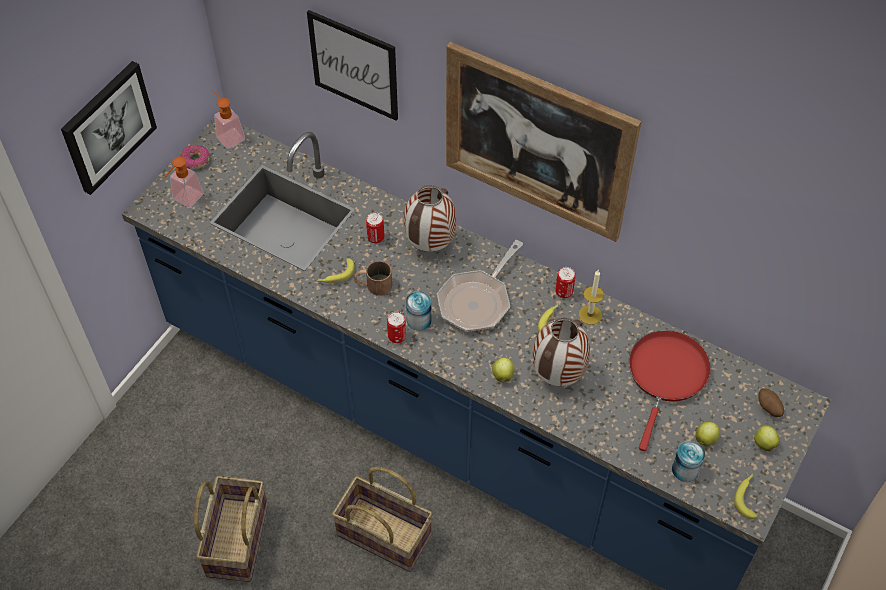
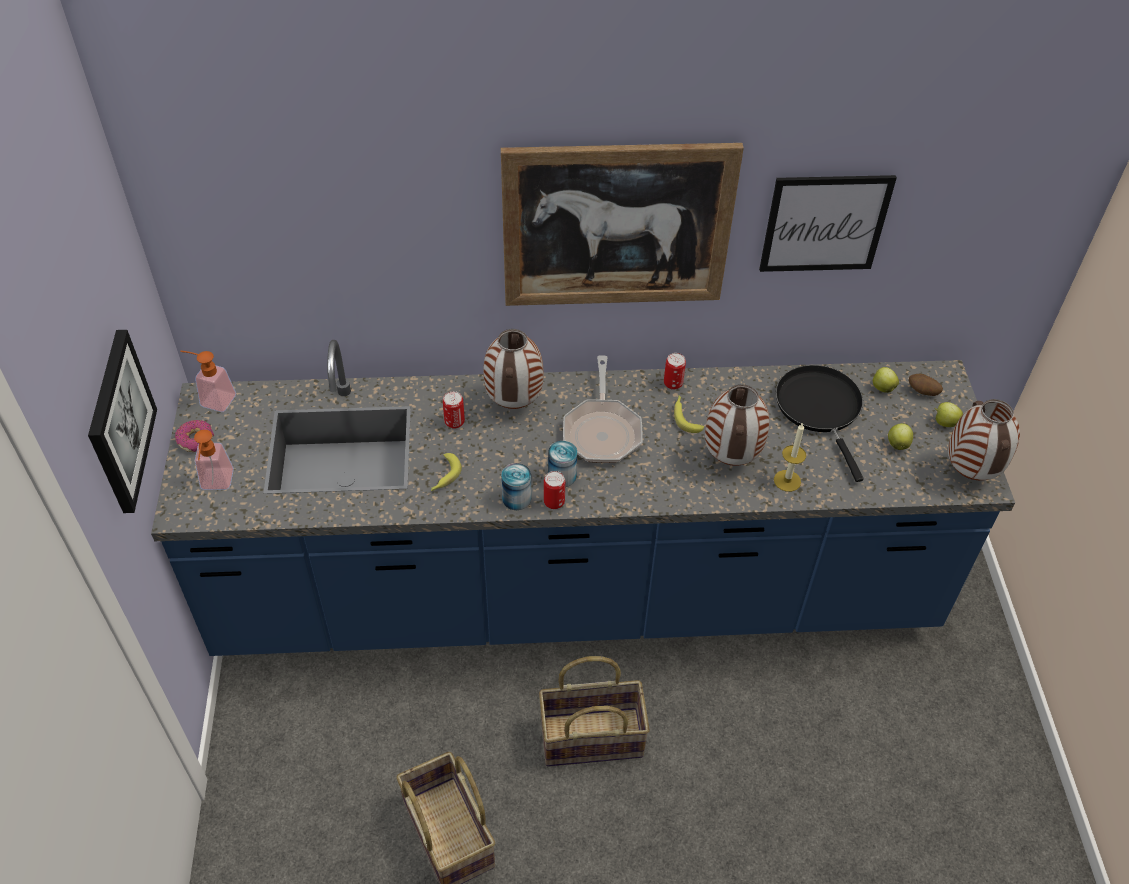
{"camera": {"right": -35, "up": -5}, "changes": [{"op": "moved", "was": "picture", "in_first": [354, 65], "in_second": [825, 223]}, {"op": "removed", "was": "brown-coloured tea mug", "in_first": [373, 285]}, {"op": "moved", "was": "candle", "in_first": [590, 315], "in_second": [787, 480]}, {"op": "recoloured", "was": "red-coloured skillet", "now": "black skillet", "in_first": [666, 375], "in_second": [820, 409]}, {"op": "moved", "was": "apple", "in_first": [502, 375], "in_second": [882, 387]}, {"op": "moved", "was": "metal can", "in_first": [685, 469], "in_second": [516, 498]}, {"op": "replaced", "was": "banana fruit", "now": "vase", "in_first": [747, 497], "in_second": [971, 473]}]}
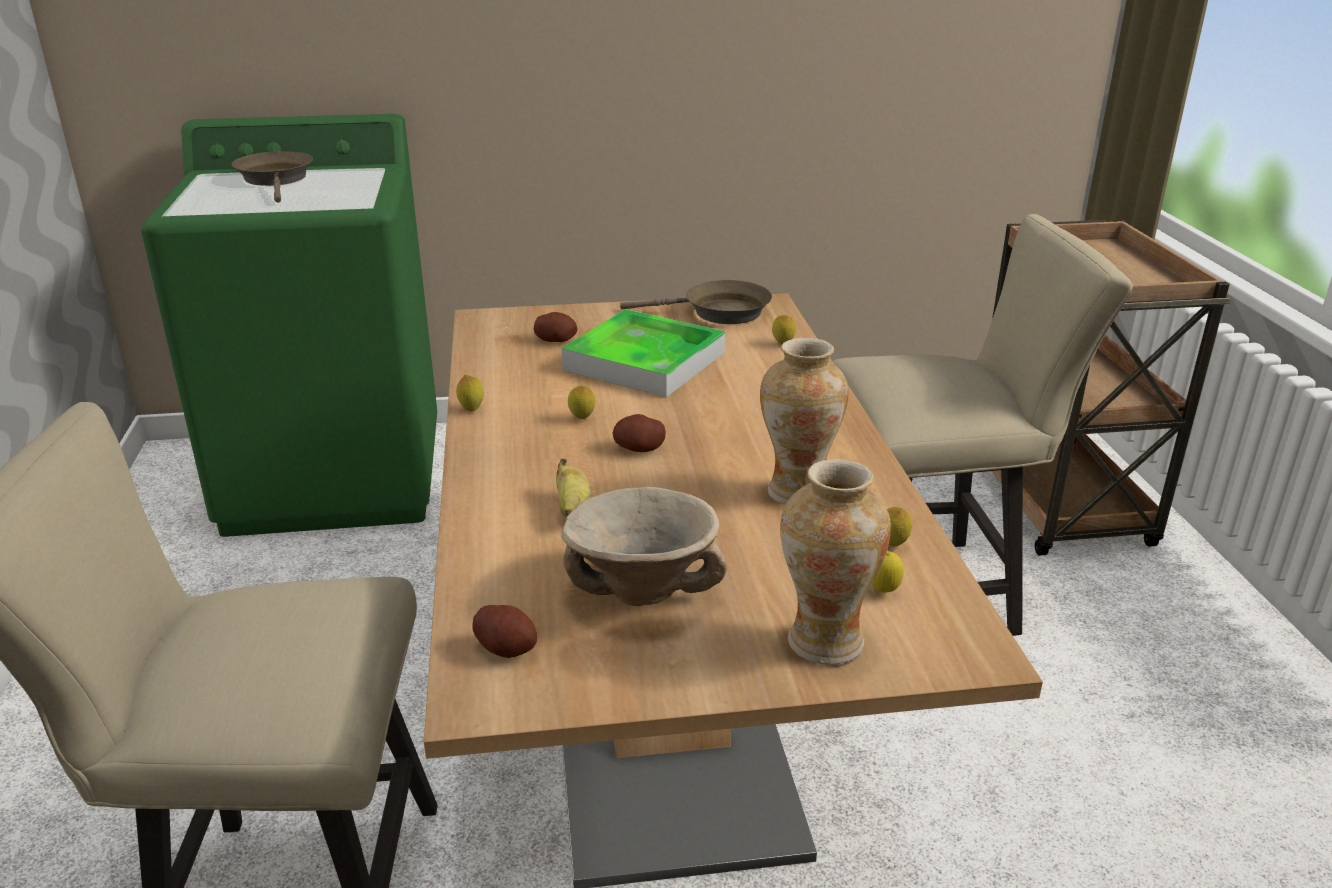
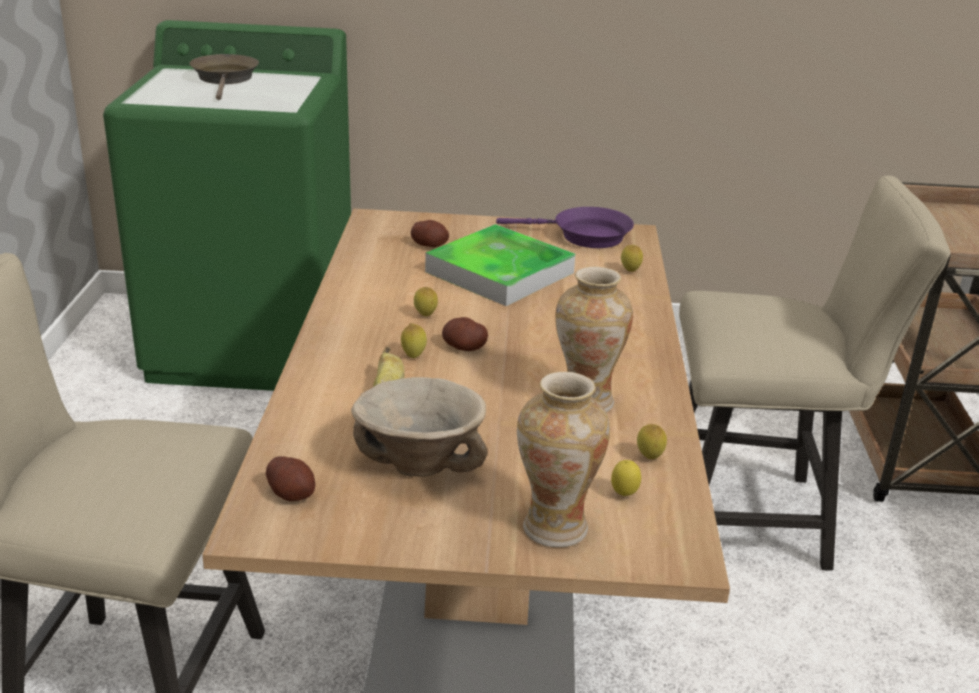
{"camera": {"right": 10, "up": 0}, "changes": [{"op": "recoloured", "was": "brown-coloured skillet", "now": "purple-coloured skillet", "in_first": [719, 312], "in_second": [584, 236]}, {"op": "moved", "was": "lemon", "in_first": [471, 409], "in_second": [413, 356]}]}
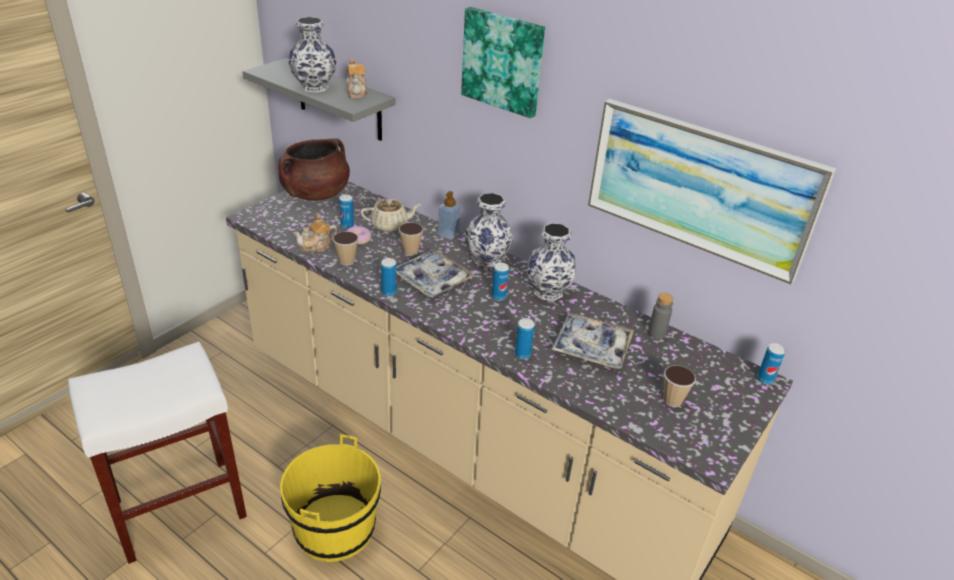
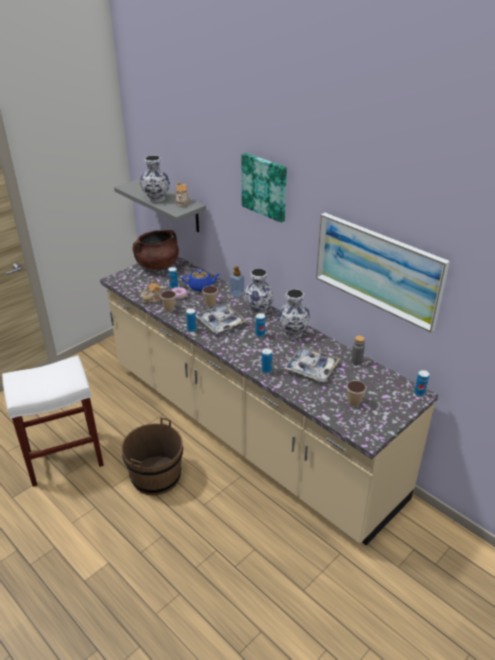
{"camera": {"right": 10, "up": 0}, "changes": [{"op": "recoloured", "was": "beige-coloured pot for tea", "now": "blue-coloured pot for tea", "in_first": [390, 225], "in_second": [201, 287]}, {"op": "recoloured", "was": "yellow pail", "now": "brown-coloured pail", "in_first": [334, 528], "in_second": [155, 476]}]}
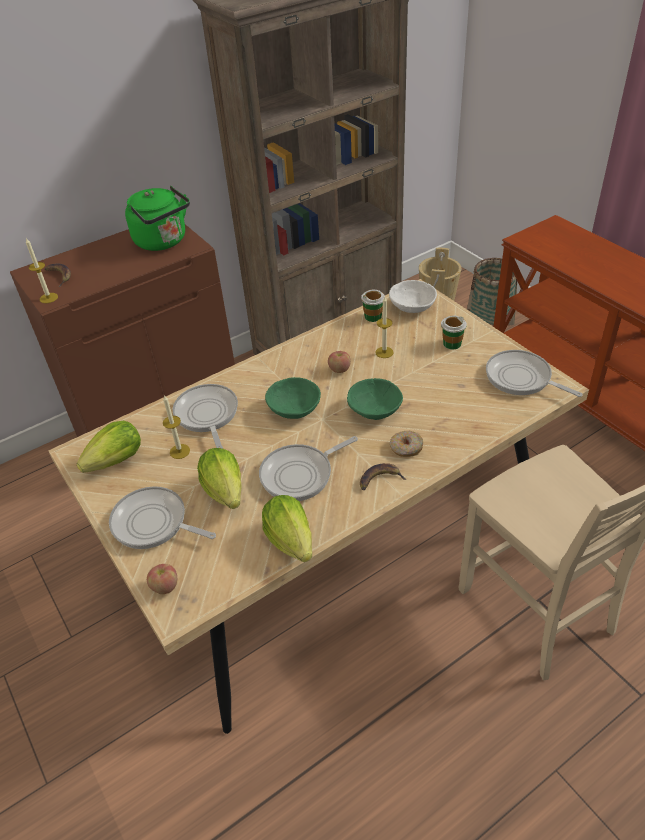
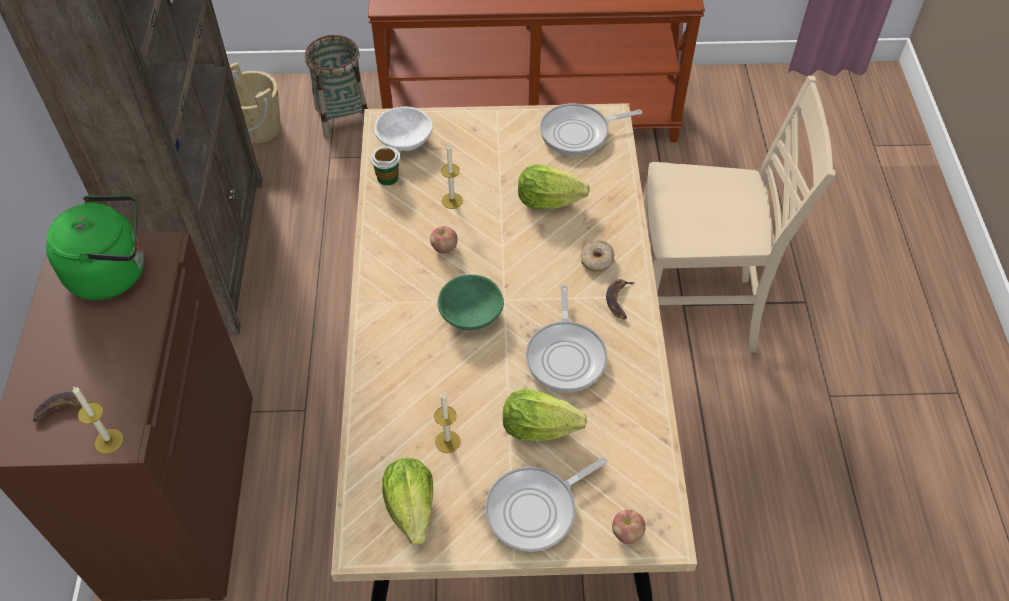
{"camera": {"right": -60, "up": 10}, "changes": [{"op": "removed", "was": "drinking cup", "in_first": [452, 343]}, {"op": "removed", "was": "green deep dish", "in_first": [374, 411]}, {"op": "removed", "was": "skillet", "in_first": [207, 415]}, {"op": "moved", "was": "lettuce", "in_first": [290, 540], "in_second": [548, 200]}]}
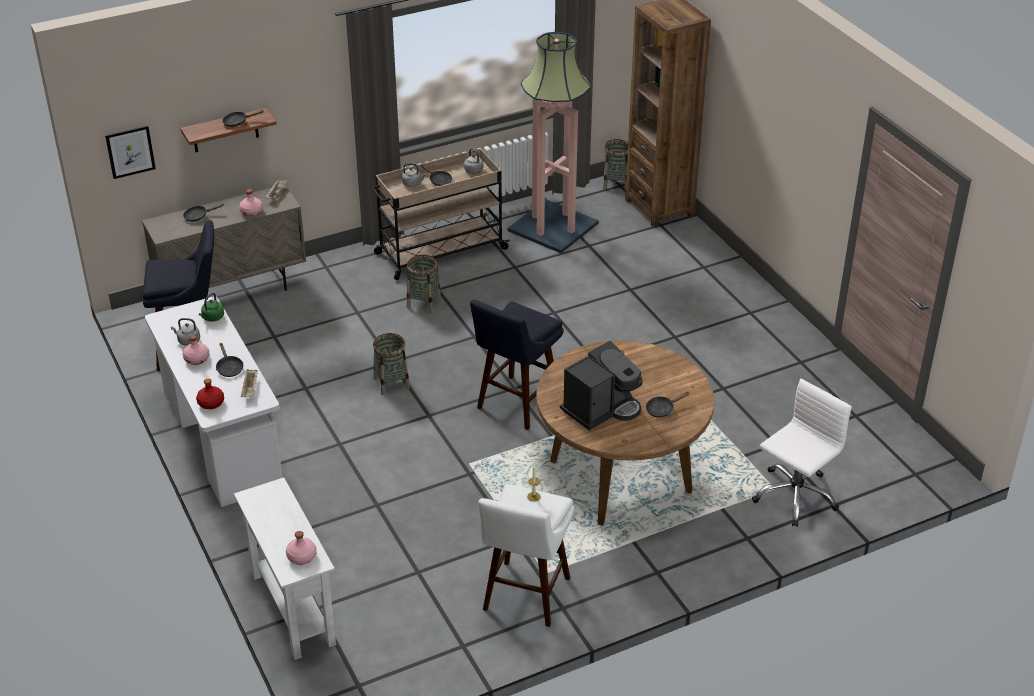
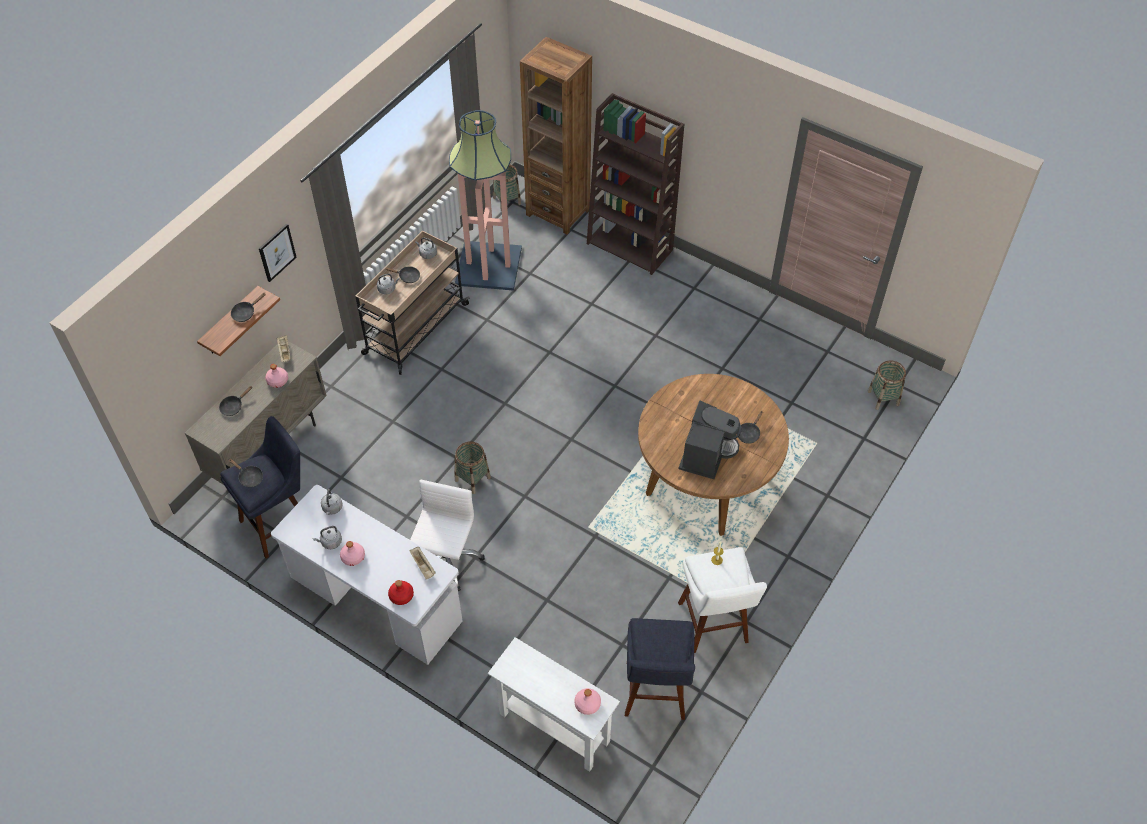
{"camera": {"right": -30, "up": 15}, "changes": [{"op": "moved", "was": "picture", "in_first": [130, 151], "in_second": [277, 252]}, {"op": "moved", "was": "storage basket", "in_first": [423, 302], "in_second": [883, 398]}, {"op": "recoloured", "was": "green water kettle", "now": "gray water kettle", "in_first": [212, 318], "in_second": [332, 508]}, {"op": "moved", "was": "blue-coloured stool", "in_first": [515, 405], "in_second": [655, 695]}, {"op": "moved", "was": "black skillet", "in_first": [229, 368], "in_second": [249, 477]}, {"op": "moved", "was": "white computer chair", "in_first": [794, 496], "in_second": [446, 560]}, {"op": "added", "now": "brown-coloured bookcase", "in_second": [630, 246]}]}
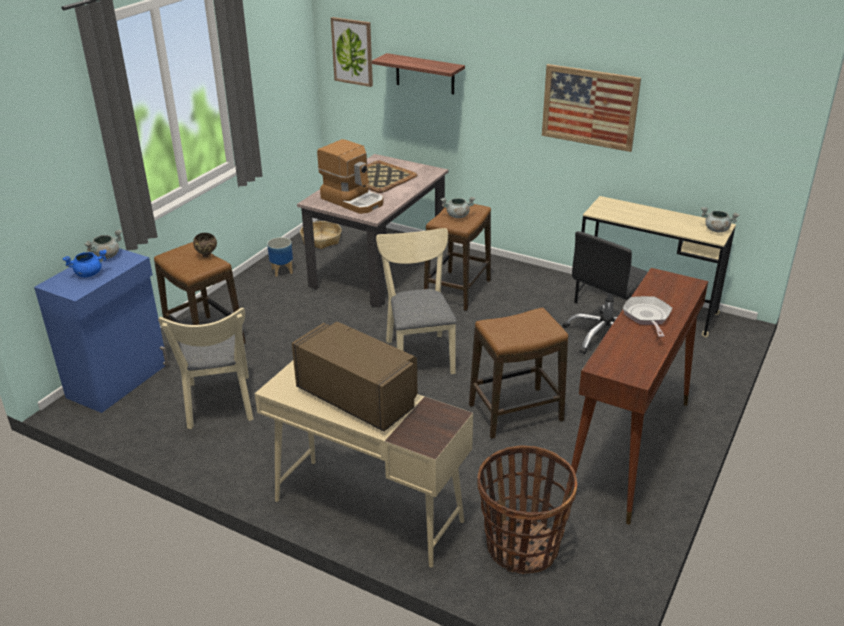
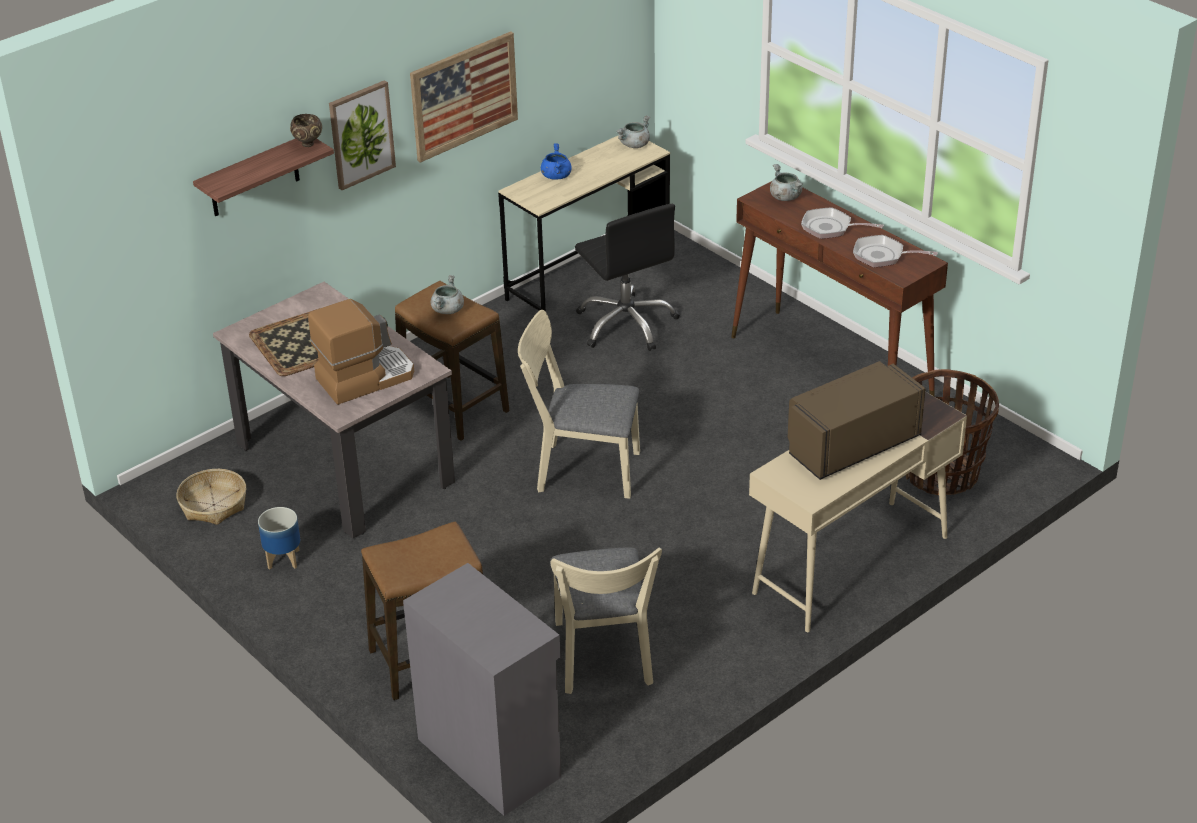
{"camera": {"right": -70, "up": 5}, "changes": [{"op": "moved", "was": "picture", "in_first": [352, 51], "in_second": [361, 134]}, {"op": "moved", "was": "gray stockpot", "in_first": [106, 256], "in_second": [785, 197]}, {"op": "moved", "was": "brown-coloured deep dish", "in_first": [207, 255], "in_second": [308, 144]}, {"op": "recoloured", "was": "blue-coloured cabinet", "now": "gray cabinet", "in_first": [119, 380], "in_second": [490, 756]}, {"op": "moved", "was": "blue-coloured stockpot", "in_first": [89, 273], "in_second": [556, 176]}, {"op": "turned", "was": "beige-coloured chair", "in_first": [220, 406], "in_second": [603, 659], "clockwise": 75}, {"op": "removed", "was": "stool", "in_first": [515, 413]}, {"op": "added", "now": "skillet", "in_second": [882, 256]}]}
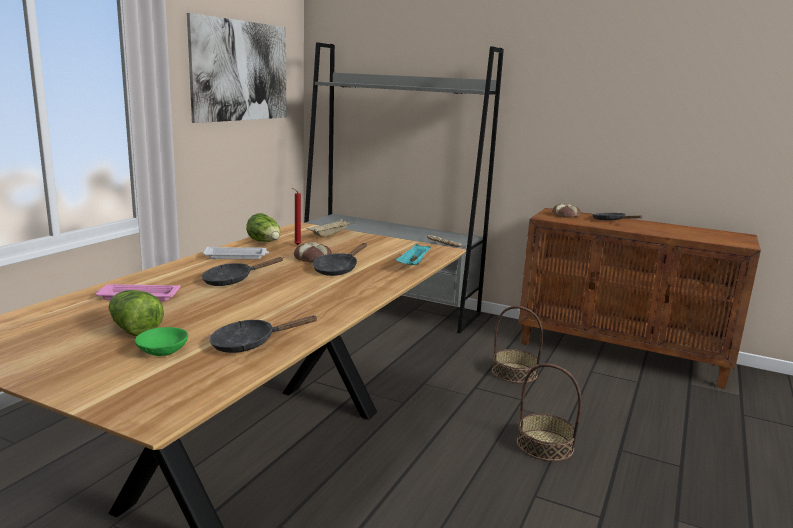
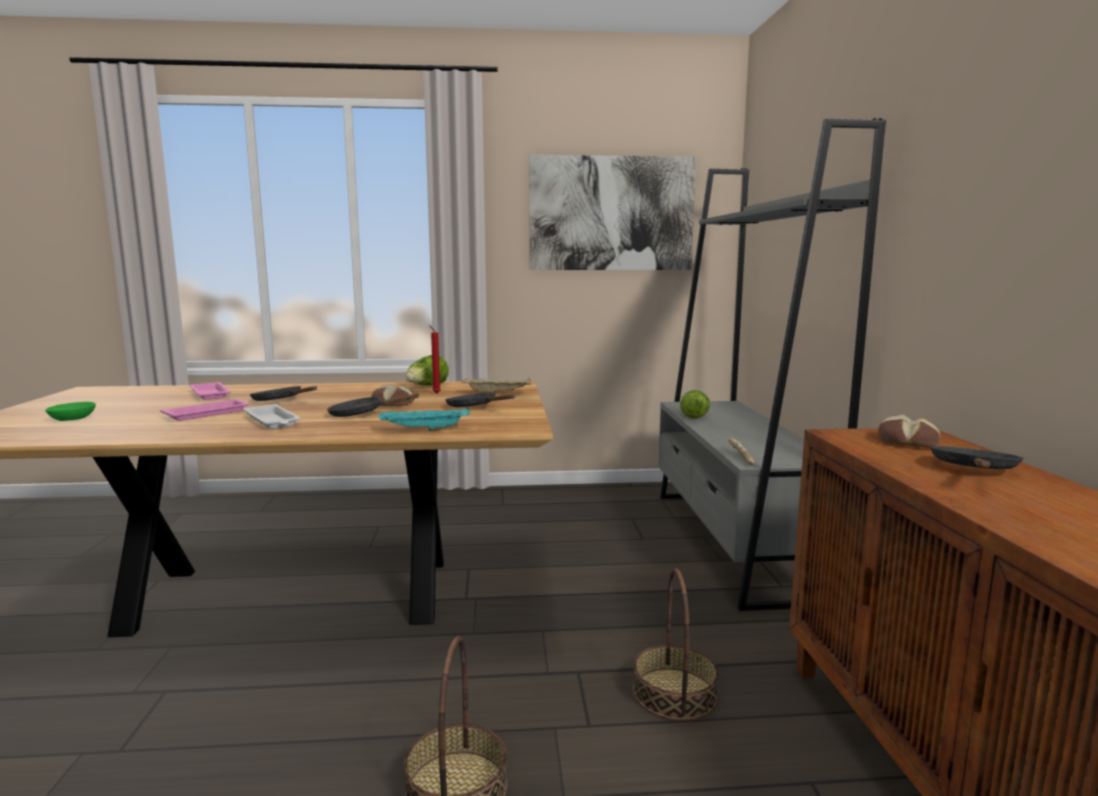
{"camera": {"right": 60, "up": -5}, "changes": [{"op": "moved", "was": "white carrying tray", "in_first": [237, 256], "in_second": [272, 421]}, {"op": "moved", "was": "lettuce", "in_first": [134, 328], "in_second": [694, 415]}, {"op": "moved", "was": "black skillet", "in_first": [249, 344], "in_second": [475, 407]}, {"op": "added", "now": "pink carrying tray", "in_second": [208, 414]}]}
